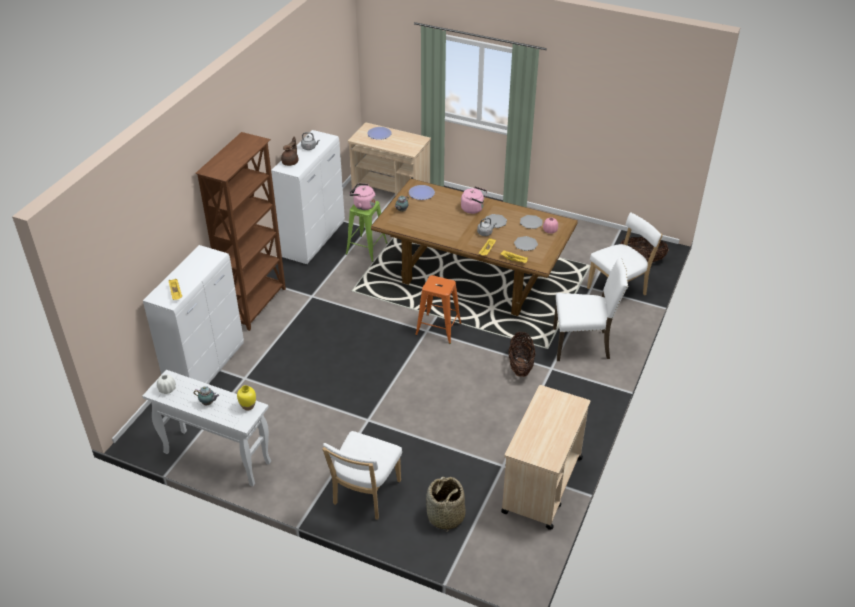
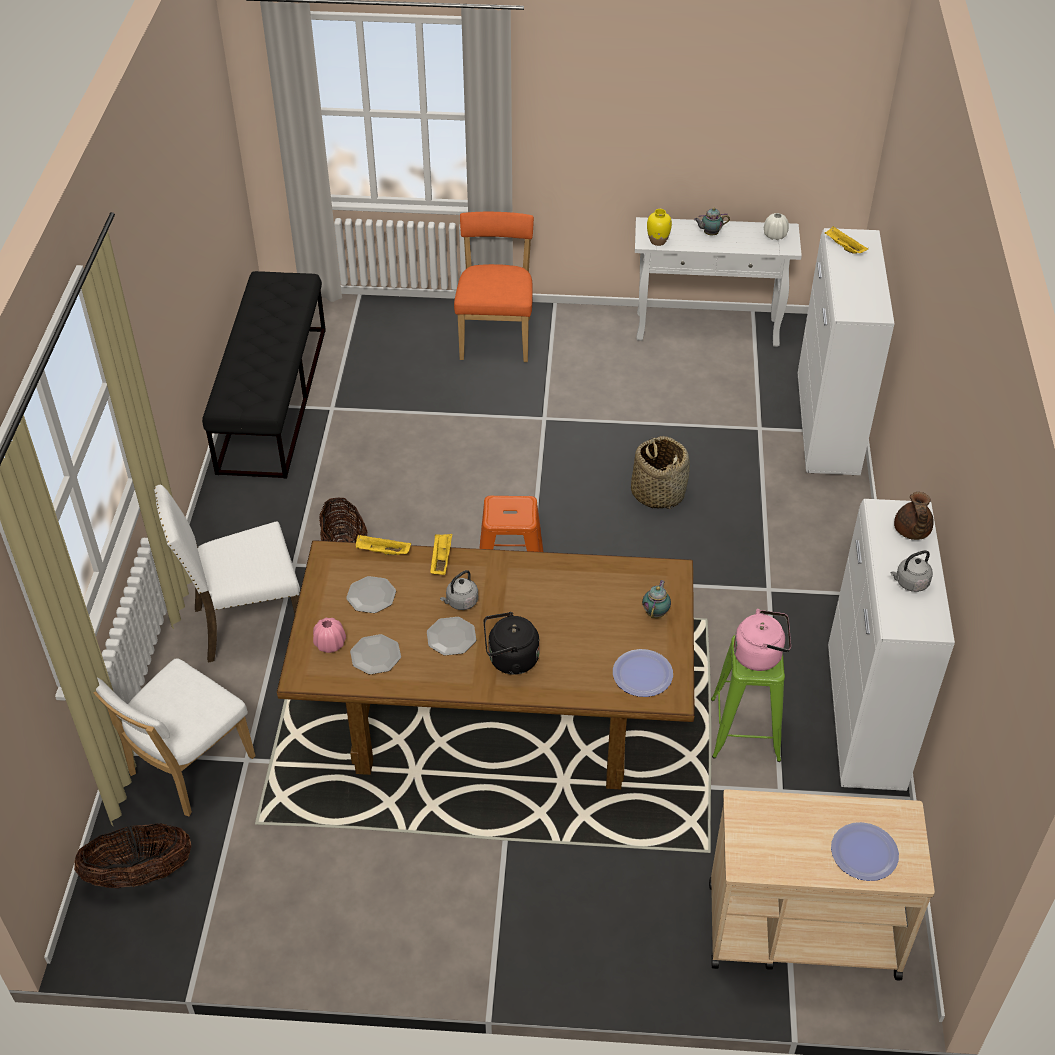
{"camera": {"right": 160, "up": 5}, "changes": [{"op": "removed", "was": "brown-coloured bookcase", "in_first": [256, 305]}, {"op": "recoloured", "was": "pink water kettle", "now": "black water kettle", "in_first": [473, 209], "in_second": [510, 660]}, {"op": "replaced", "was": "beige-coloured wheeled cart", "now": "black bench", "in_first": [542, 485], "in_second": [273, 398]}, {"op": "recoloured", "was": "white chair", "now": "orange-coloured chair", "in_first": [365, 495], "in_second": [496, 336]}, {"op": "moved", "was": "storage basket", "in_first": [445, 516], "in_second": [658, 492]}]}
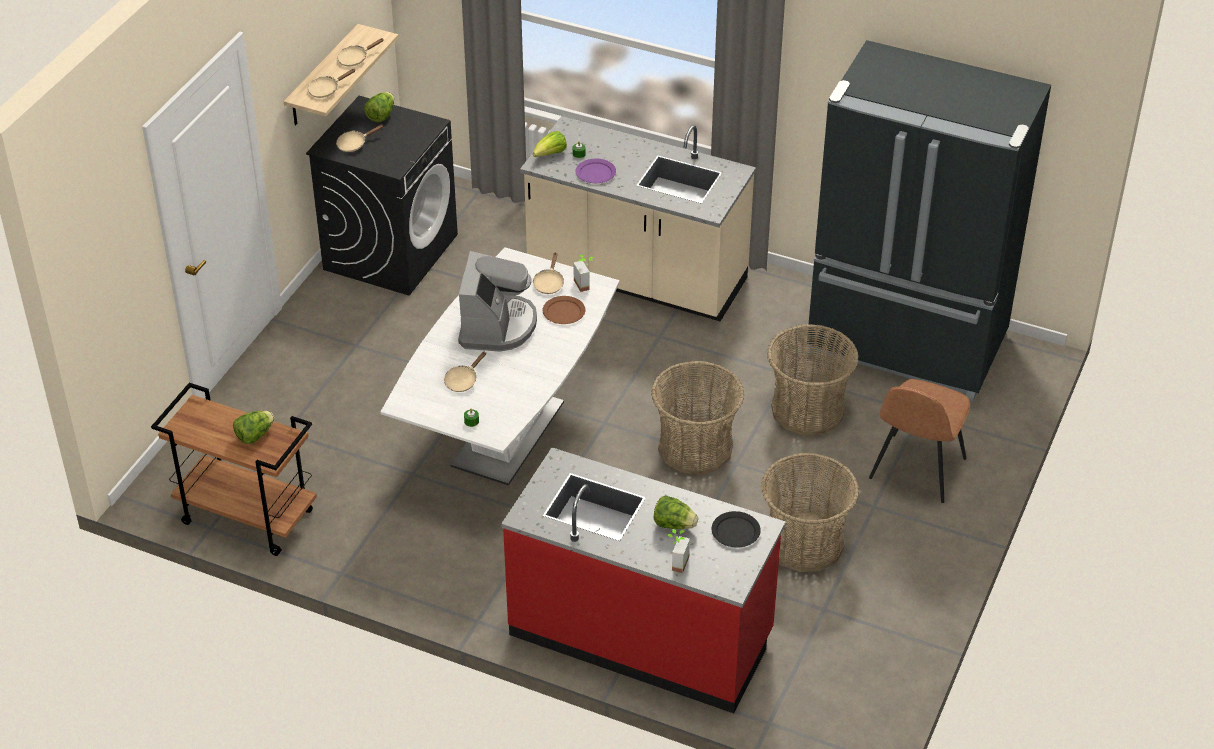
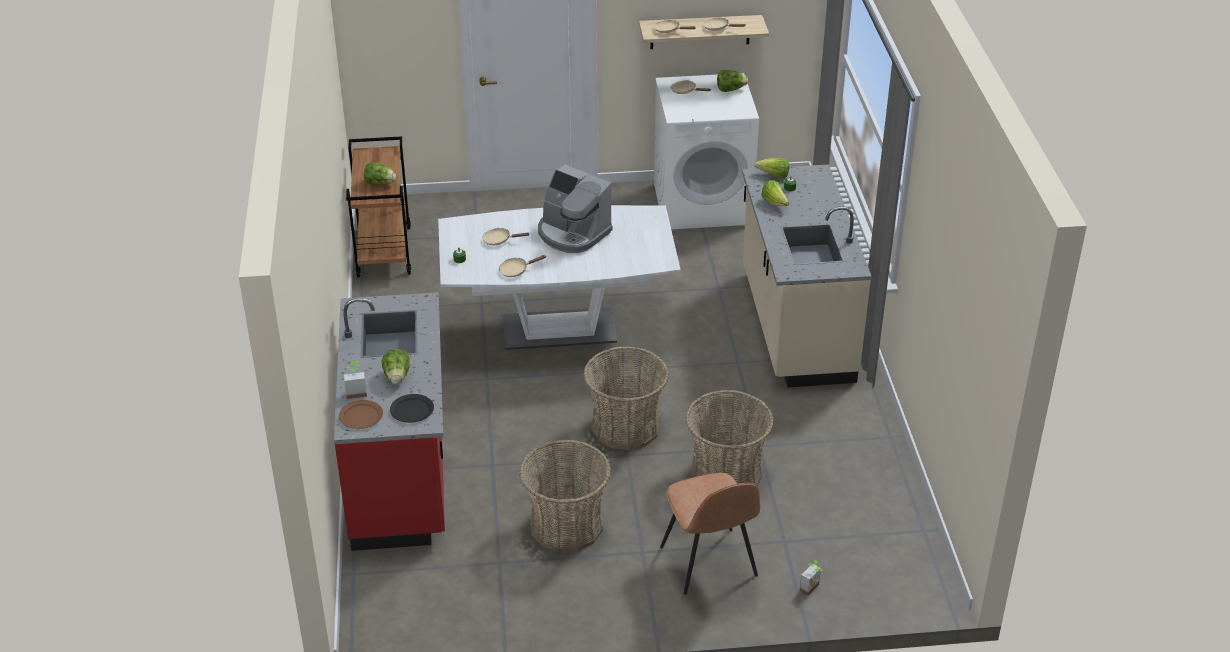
{"camera": {"right": 60, "up": -5}, "changes": [{"op": "removed", "was": "black fridge", "in_first": [906, 346]}, {"op": "recoloured", "was": "black laundry machine", "now": "white laundry machine", "in_first": [390, 251], "in_second": [703, 204]}, {"op": "replaced", "was": "purple-coloured flat dish", "now": "lettuce", "in_first": [595, 173], "in_second": [775, 203]}, {"op": "turned", "was": "coffee brewer", "in_first": [497, 326], "in_second": [572, 233], "clockwise": 60}, {"op": "moved", "was": "beige-coloured skillet", "in_first": [549, 283], "in_second": [516, 270]}, {"op": "moved", "was": "houseplant", "in_first": [585, 284], "in_second": [812, 589]}, {"op": "moved", "was": "brown-coloured flat dish", "in_first": [564, 312], "in_second": [361, 416]}, {"op": "turned", "was": "brown-coloured chair", "in_first": [916, 470], "in_second": [709, 563], "clockwise": -105}]}
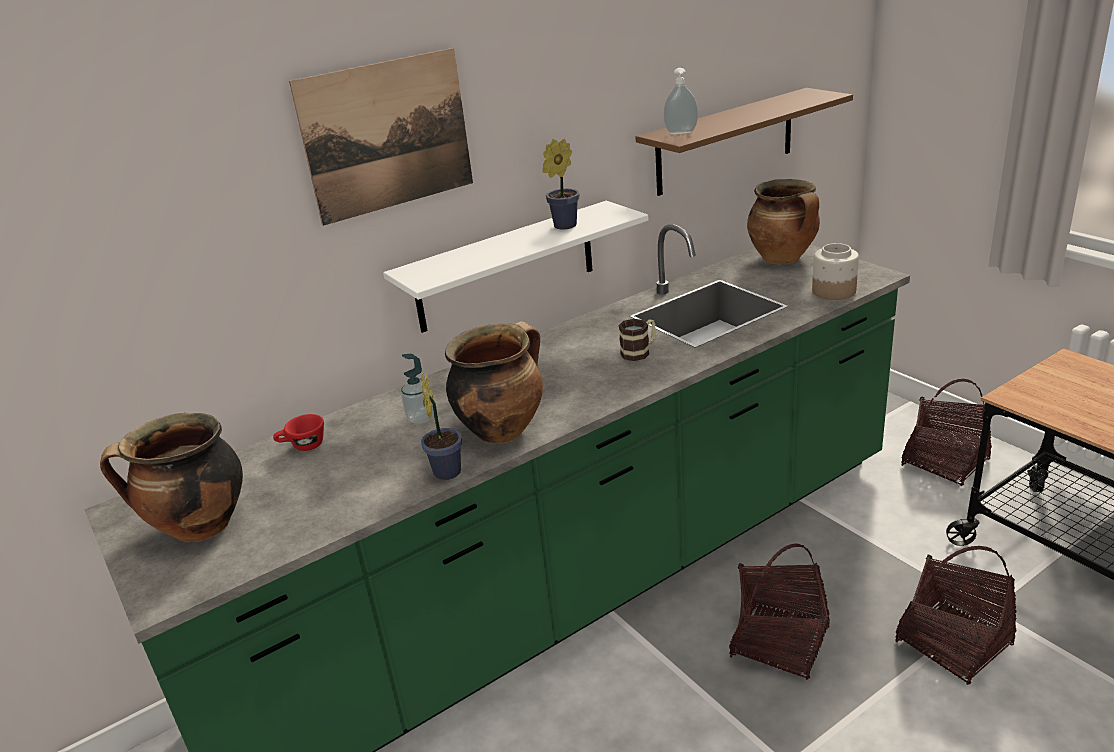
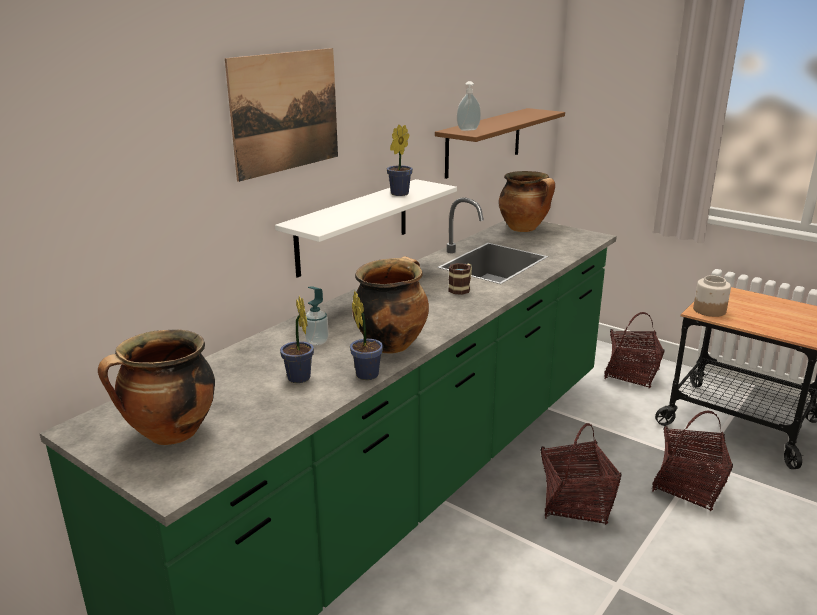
{"camera": {"right": -20, "up": -5}, "changes": [{"op": "moved", "was": "jar", "in_first": [833, 291], "in_second": [709, 310]}, {"op": "removed", "was": "red-coloured drinking cup", "in_first": [303, 446]}, {"op": "added", "now": "houseplant", "in_second": [299, 379]}]}
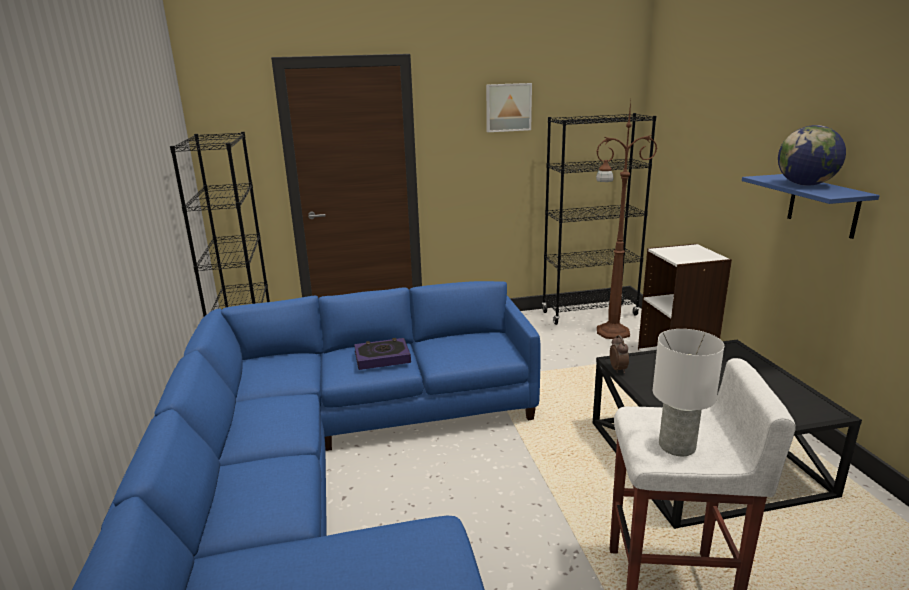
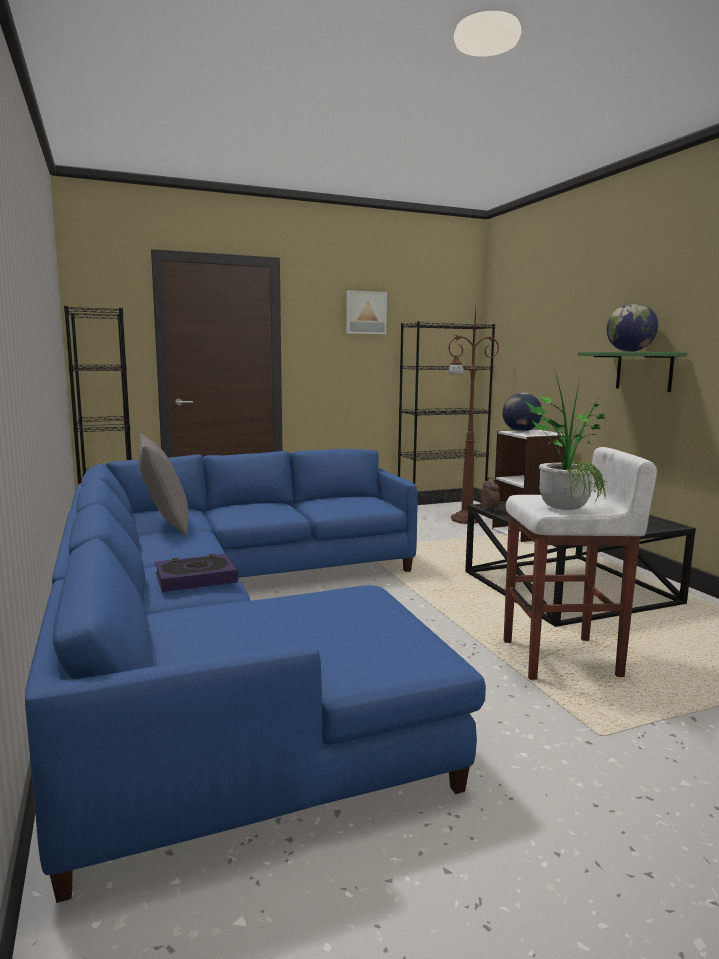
{"camera": {"right": -10, "up": -10}, "changes": [{"op": "recoloured", "was": "blue-coloured shelf", "now": "green shelf", "in_first": [823, 205], "in_second": [644, 371]}, {"op": "replaced", "was": "white lamp for a table", "now": "houseplant", "in_first": [676, 445], "in_second": [564, 506]}, {"op": "moved", "was": "volume", "in_first": [382, 357], "in_second": [196, 578]}, {"op": "added", "now": "globe", "in_second": [520, 431]}, {"op": "added", "now": "gray pillow", "in_second": [165, 525]}]}
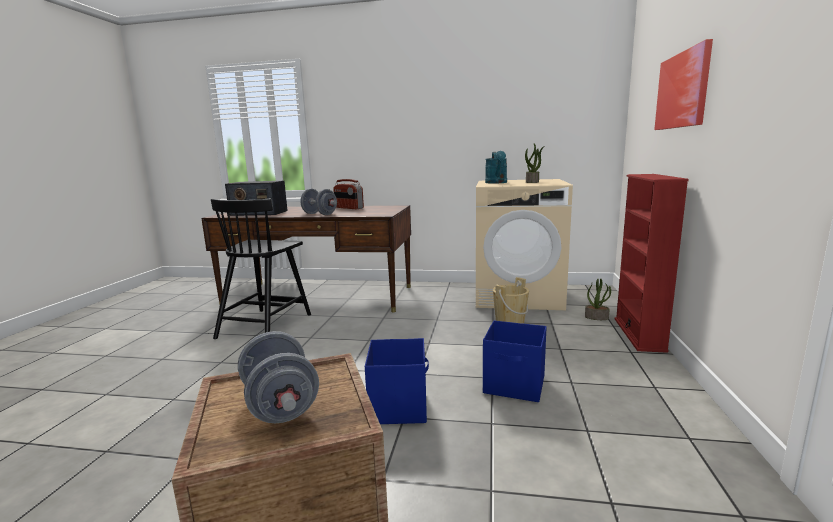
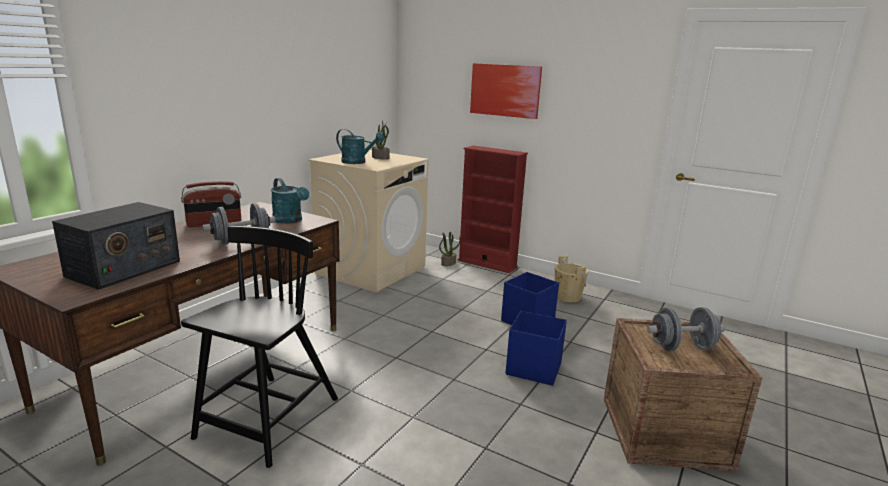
{"camera": {"right": -70, "up": 5}, "changes": [{"op": "turned", "was": "black chair", "in_first": [265, 325], "in_second": [267, 420], "clockwise": -105}, {"op": "moved", "was": "beige-coloured pail", "in_first": [510, 321], "in_second": [567, 297]}, {"op": "added", "now": "blue-green sprinkling can", "in_second": [290, 221]}]}
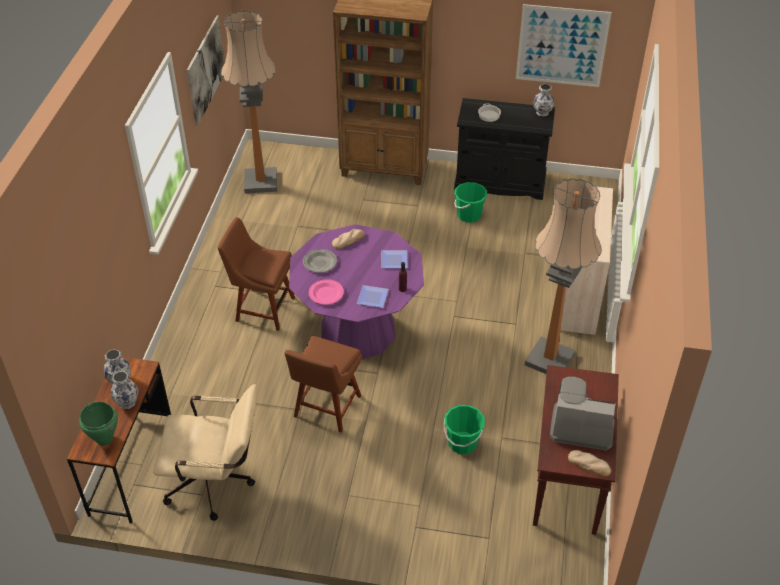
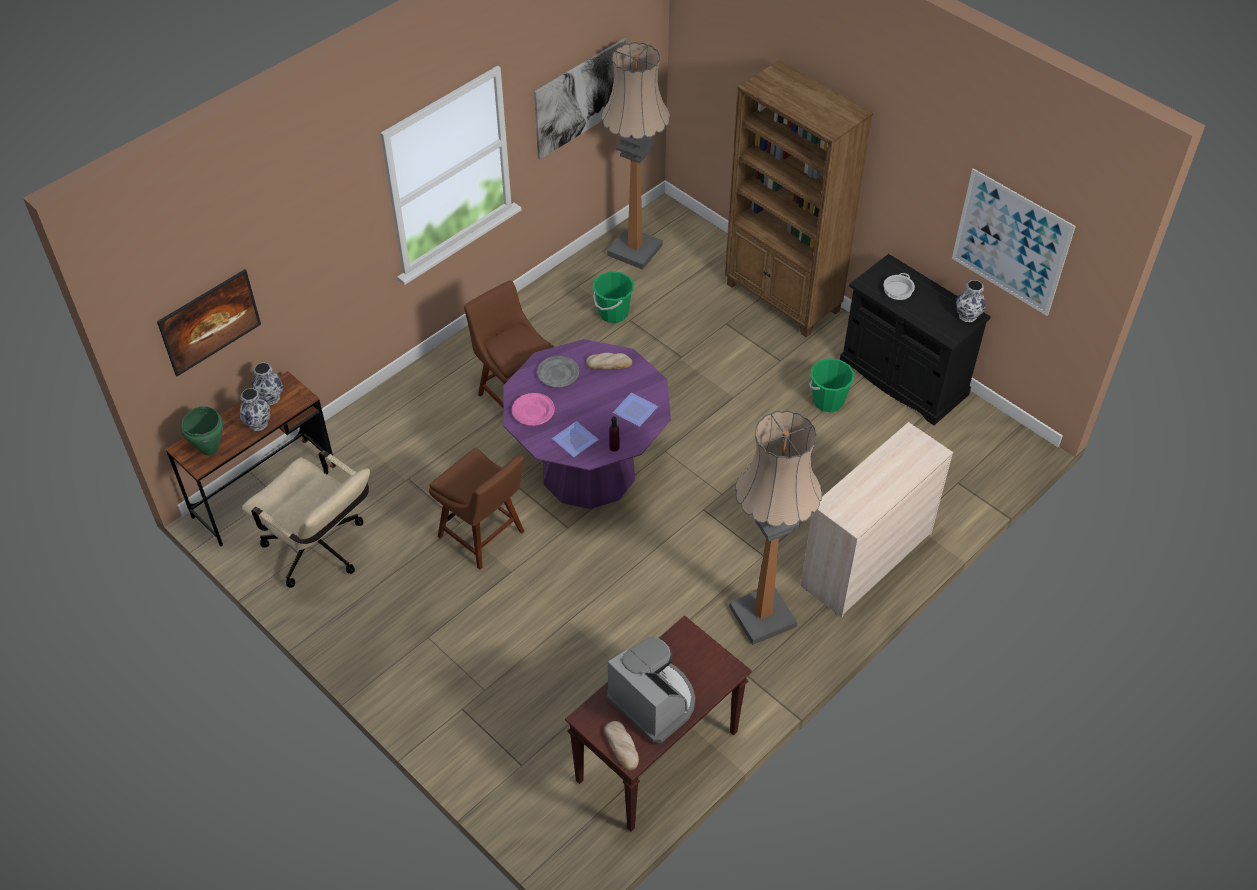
{"camera": {"right": 35, "up": 5}, "changes": [{"op": "turned", "was": "brown-coloured chair", "in_first": [326, 409], "in_second": [484, 536], "clockwise": -105}, {"op": "moved", "was": "green pail", "in_first": [462, 443], "in_second": [613, 313]}, {"op": "added", "now": "picture", "in_second": [214, 335]}]}
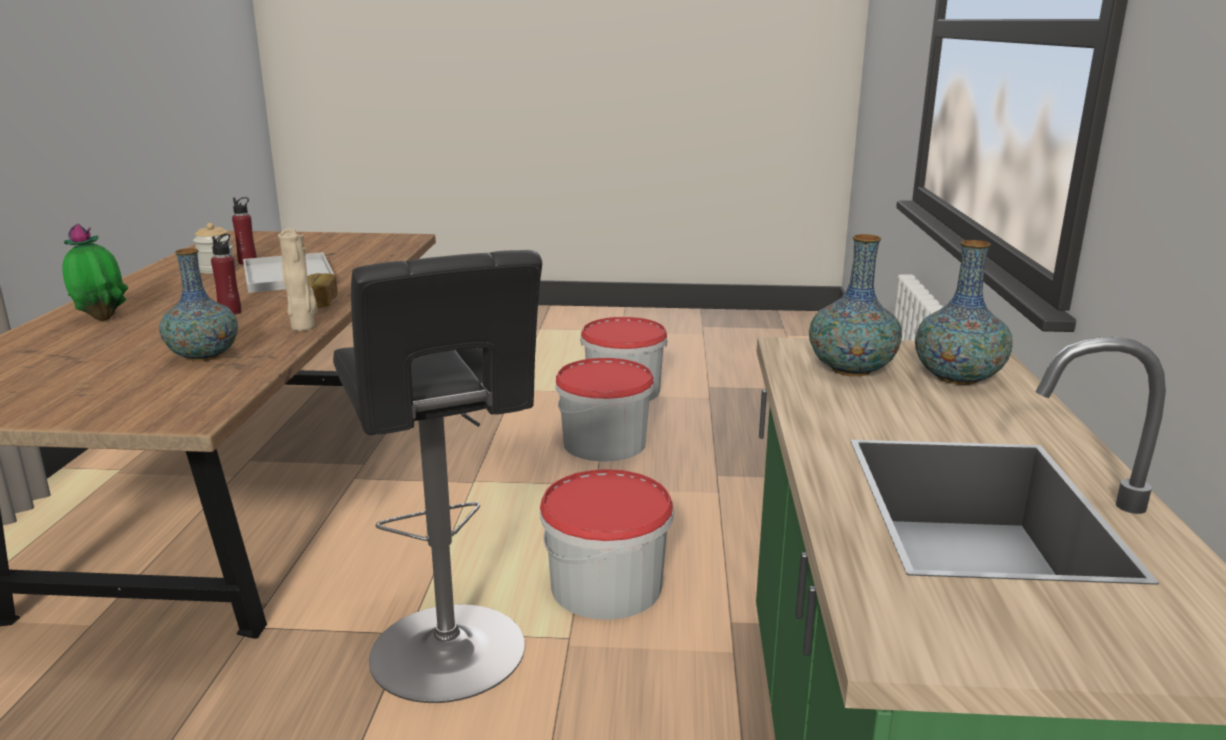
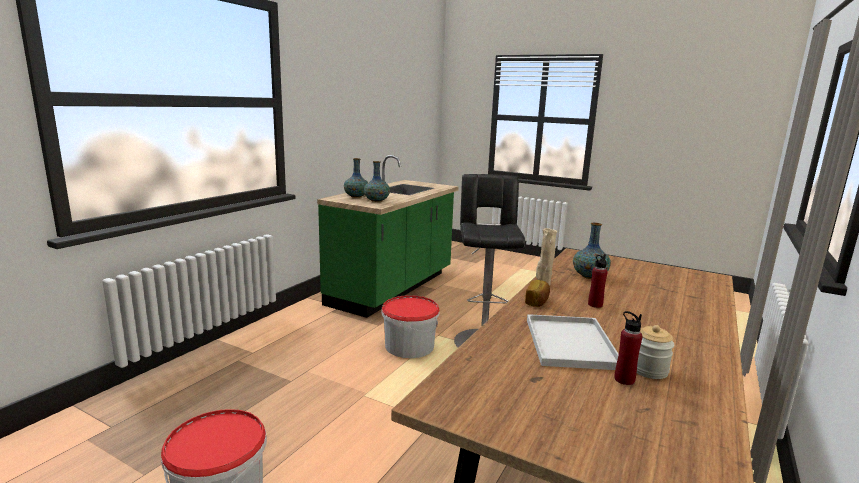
{"camera": {"right": -155, "up": -5}, "changes": [{"op": "removed", "was": "houseplant", "in_first": [102, 318]}, {"op": "removed", "was": "pail", "in_first": [605, 442]}]}
